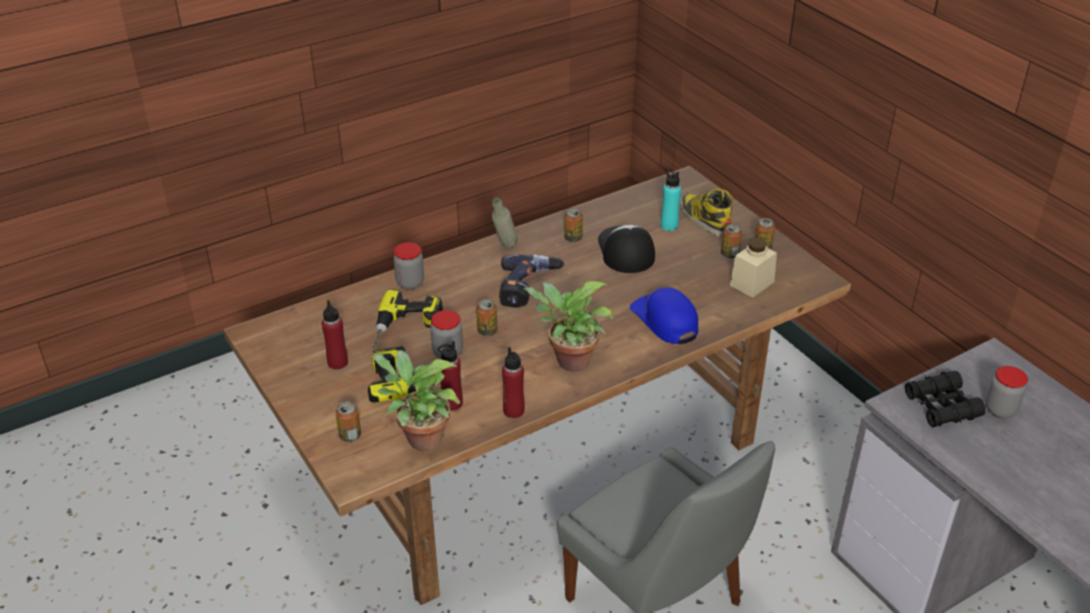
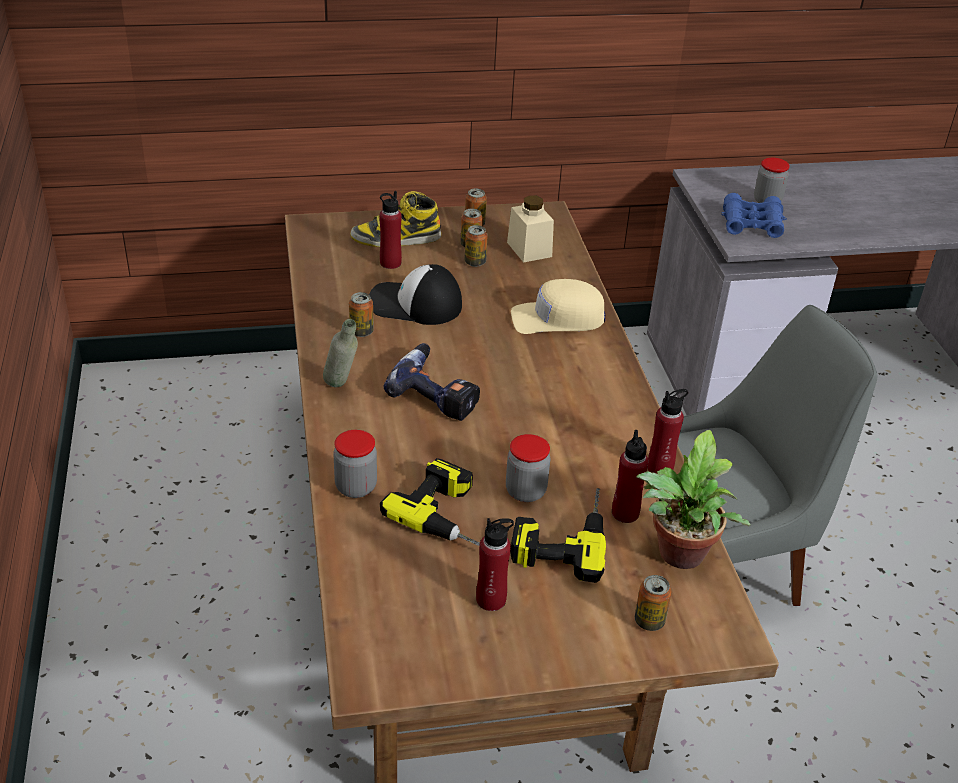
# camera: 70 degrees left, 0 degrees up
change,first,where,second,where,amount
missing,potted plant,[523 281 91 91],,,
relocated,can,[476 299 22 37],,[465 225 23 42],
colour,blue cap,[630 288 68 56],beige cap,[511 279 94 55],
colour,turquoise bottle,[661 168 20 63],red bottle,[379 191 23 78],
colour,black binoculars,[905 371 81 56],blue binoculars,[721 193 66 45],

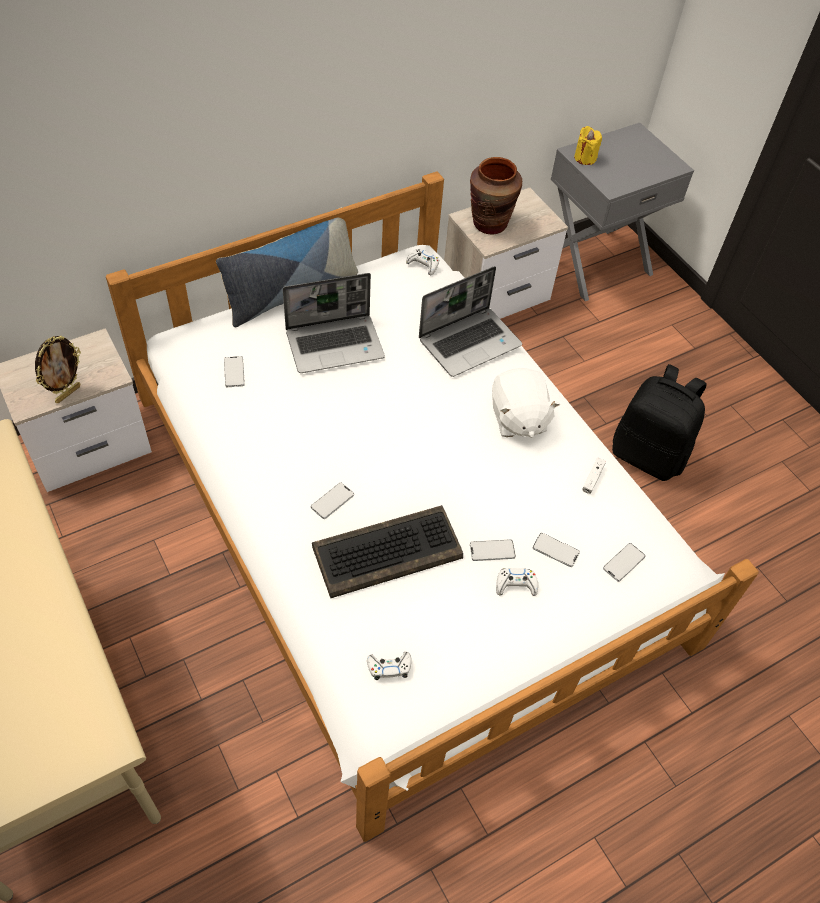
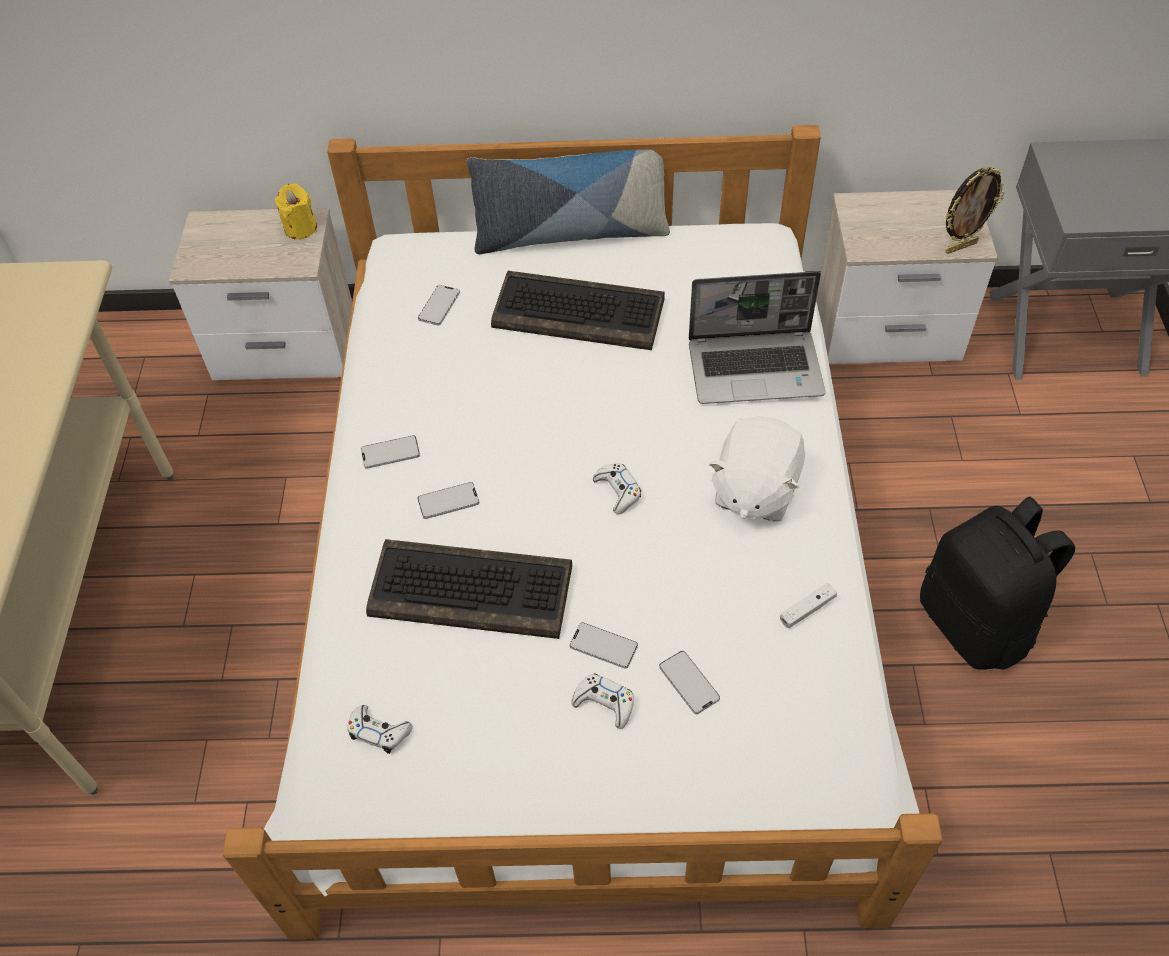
# camera: 35 degrees right, 0 degrees up
change,first,where,second,where,amount
missing,brown vase,[470 157 52 78],,,
relocated,picture frame,[35 335 46 68],,[945 167 59 87],
relocated,white game controller,[406 249 33 26],,[593 463 48 52],
relocated,yellow candle,[574 126 28 39],,[275 184 42 55],
relocated,phone,[603 543 42 39],,[361 435 59 34],
exchanged,laptop,[283 273 102 100],keyboard,[491 271 174 79],

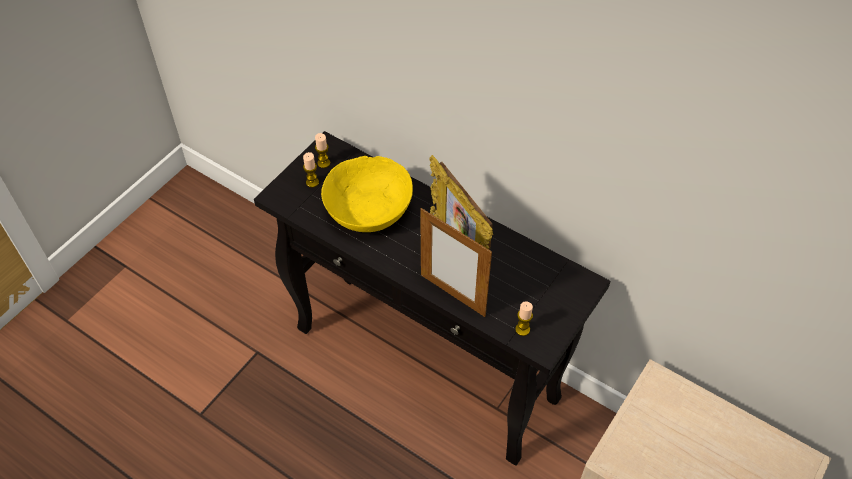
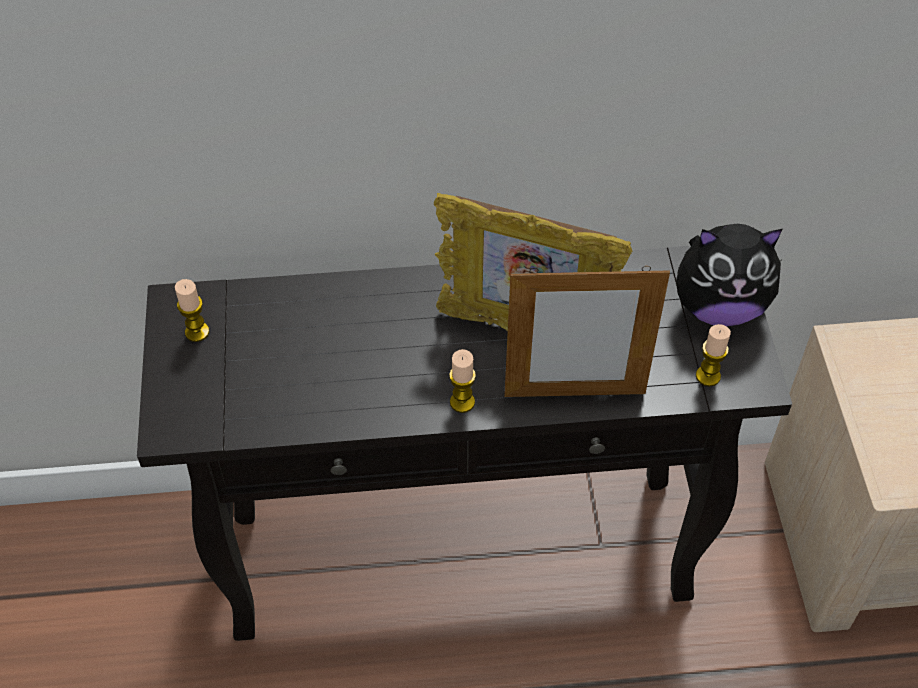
# camera: 40 degrees left, 0 degrees up
change,first,where,second,where,amount
missing,yellow bowl,[321 156 92 76],,,
appeared,,,plush toy,[676 224 106 103],
relocated,candle,[303 152 16 35],,[449 349 27 64],

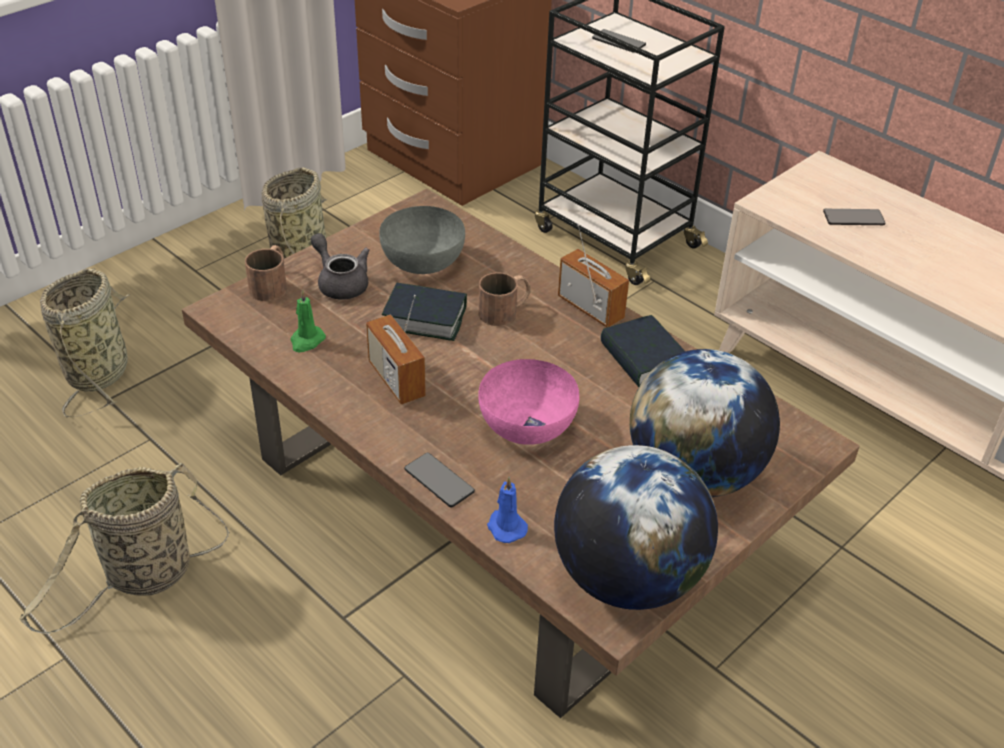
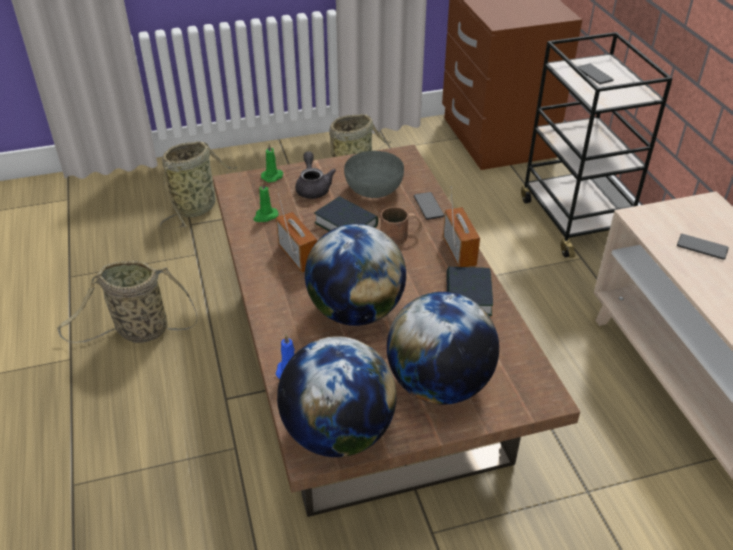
# camera: 30 degrees right, 0 degrees up
change,first,where,second,where,amount
relocated,phone,[404 453 71 55],,[414 192 30 28],
exchanged,brown mug,[245 245 42 56],green candle,[261 143 22 40],
exchanged,pink bowl,[478 359 101 86],globe,[305 224 101 102],
spun,radio,[366 295 60 109],,[276 193 41 80],150 degrees clockwise

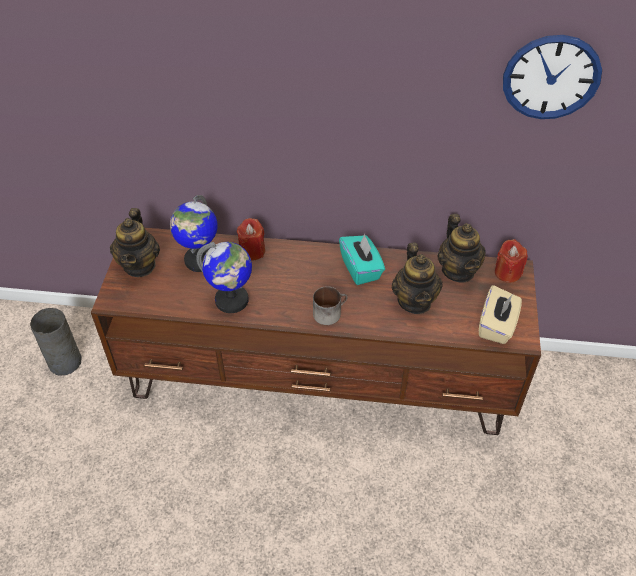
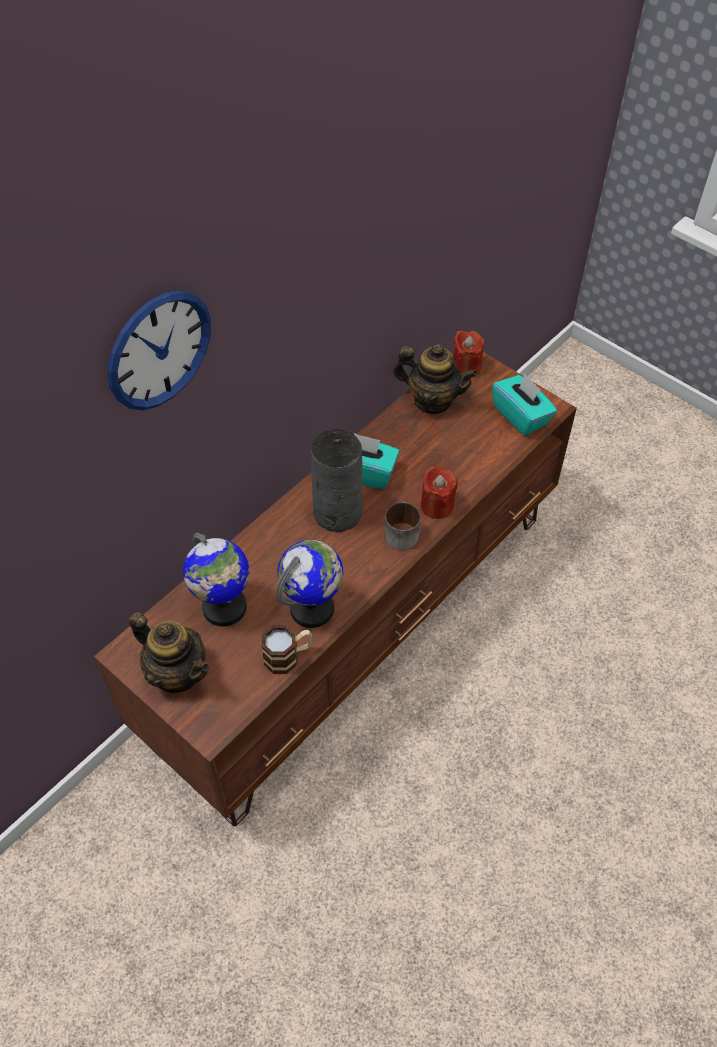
# camera: 55 degrees left, 5 degrees up
change,first,where,second,where,amount
missing,teapot,[391 243 52 71],,,
appeared,,,mug,[261 625 51 49],
relocated,grey vase,[30 308 52 67],,[311 429 52 103],
relocated,red candle,[237 218 28 43],,[421 466 36 53],
relocated,wall clock,[503 35 99 84],,[107 290 104 120],
colour,beige tissue box,[479 285 43 59],turquoise tissue box,[492 374 65 62],

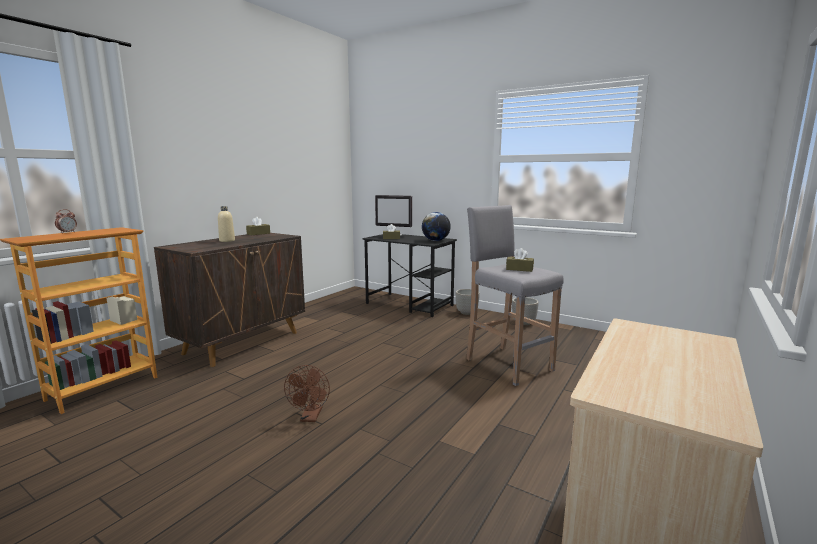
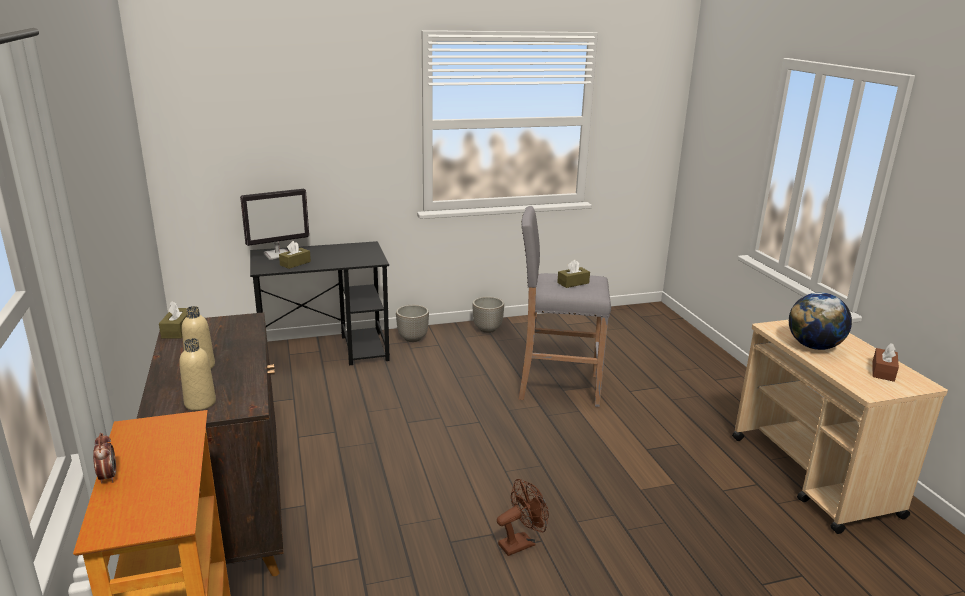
# camera: 50 degrees left, 10 degrees up
change,first,where,second,where,amount
appeared,,,beige bottle,[179 338 37 73],
appeared,,,brown tissue box,[872 343 27 39],
relocated,globe,[422 212 29 29],,[789 292 63 58],
spun,brown fan,[284 365 46 57],,[497 479 52 77],75 degrees counterclockwise

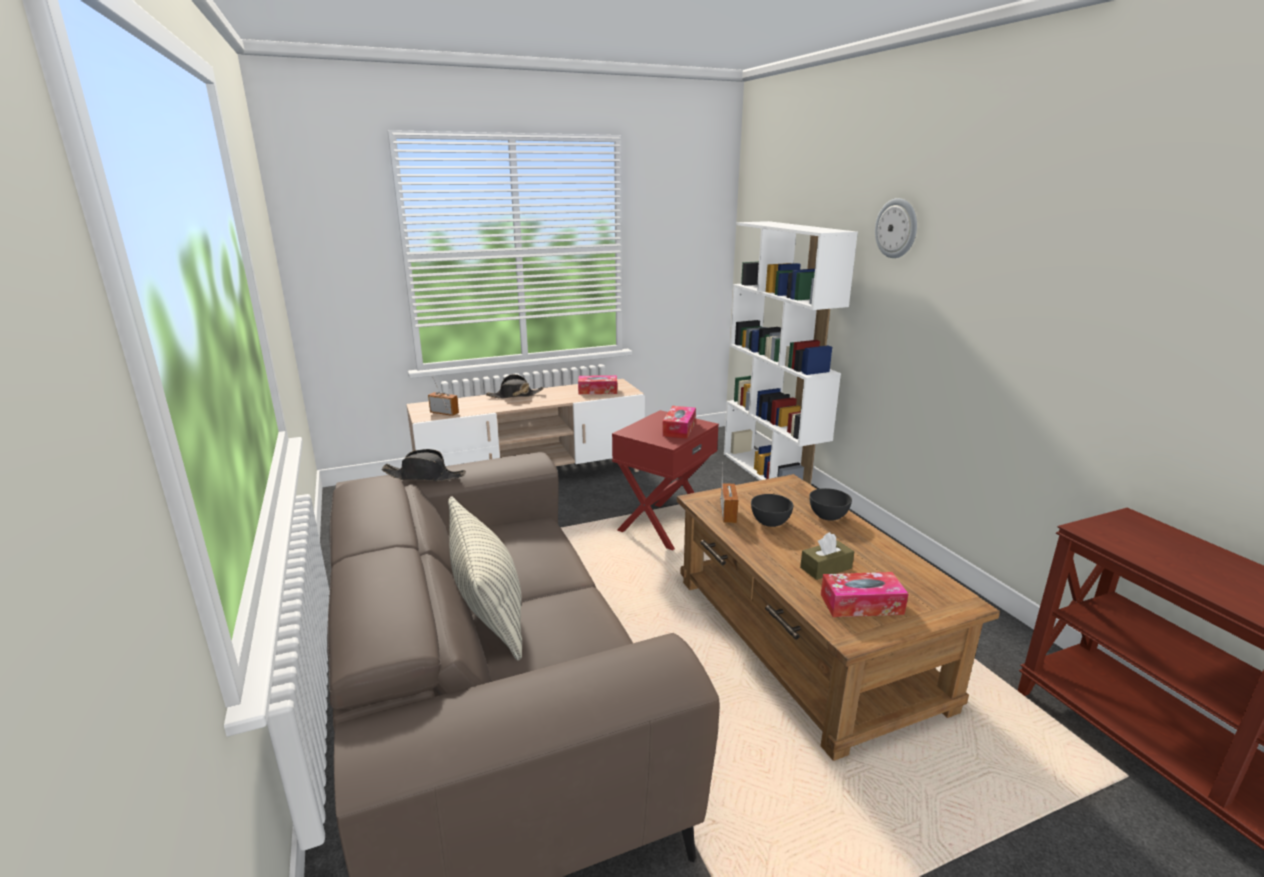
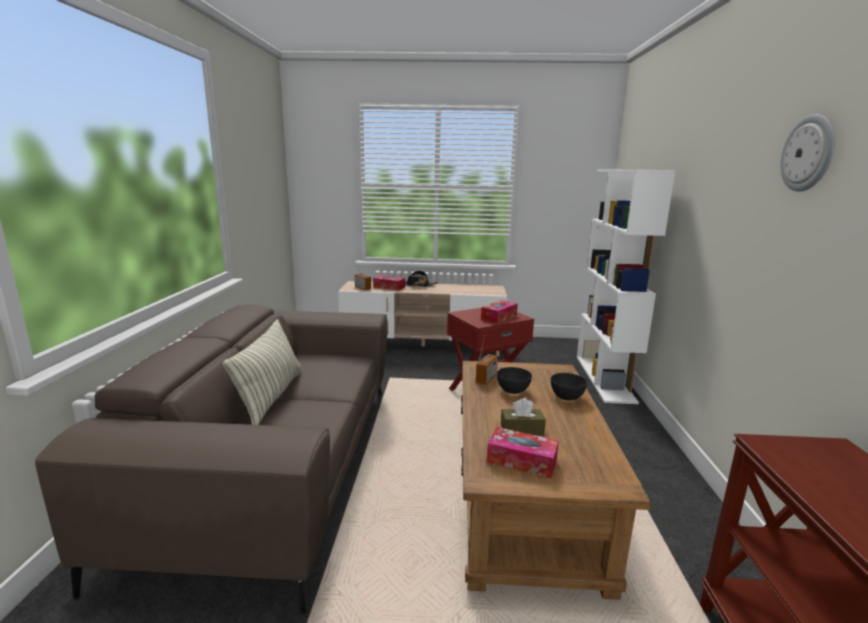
# camera: 25 degrees right, 5 degrees down
change,first,where,second,where,amount
missing,black hat,[382 449 84 32],,,
relocated,tissue box,[578 375 39 19],,[373 275 32 16],
relocated,wall clock,[875 198 42 60],,[780 114 55 78],

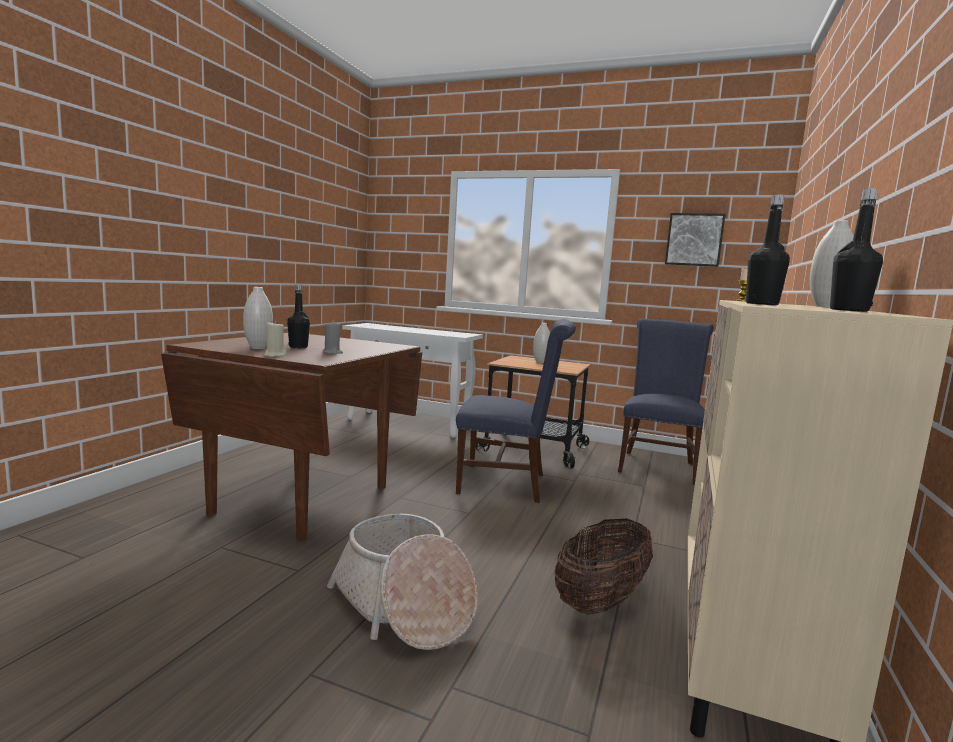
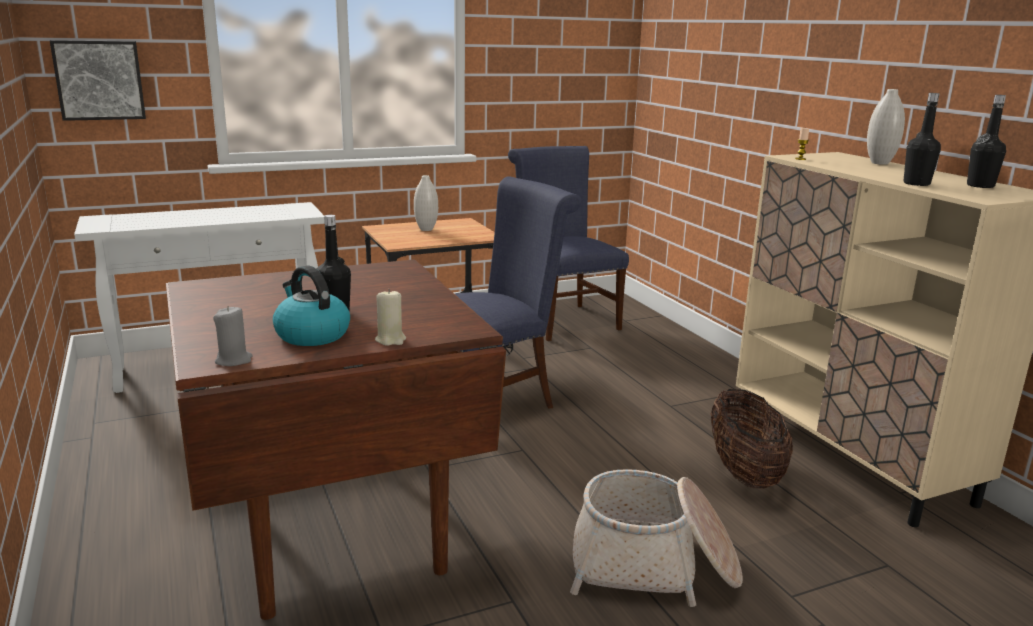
# camera: 45 degrees left, 10 degrees up
change,first,where,second,where,amount
relocated,grey candle,[323 322 20 32],,[213 306 39 60],
relocated,picture,[665 213 60 54],,[50 40 96 81],
exchanged,white vase,[243 287 30 62],kettle,[273 266 77 80],

